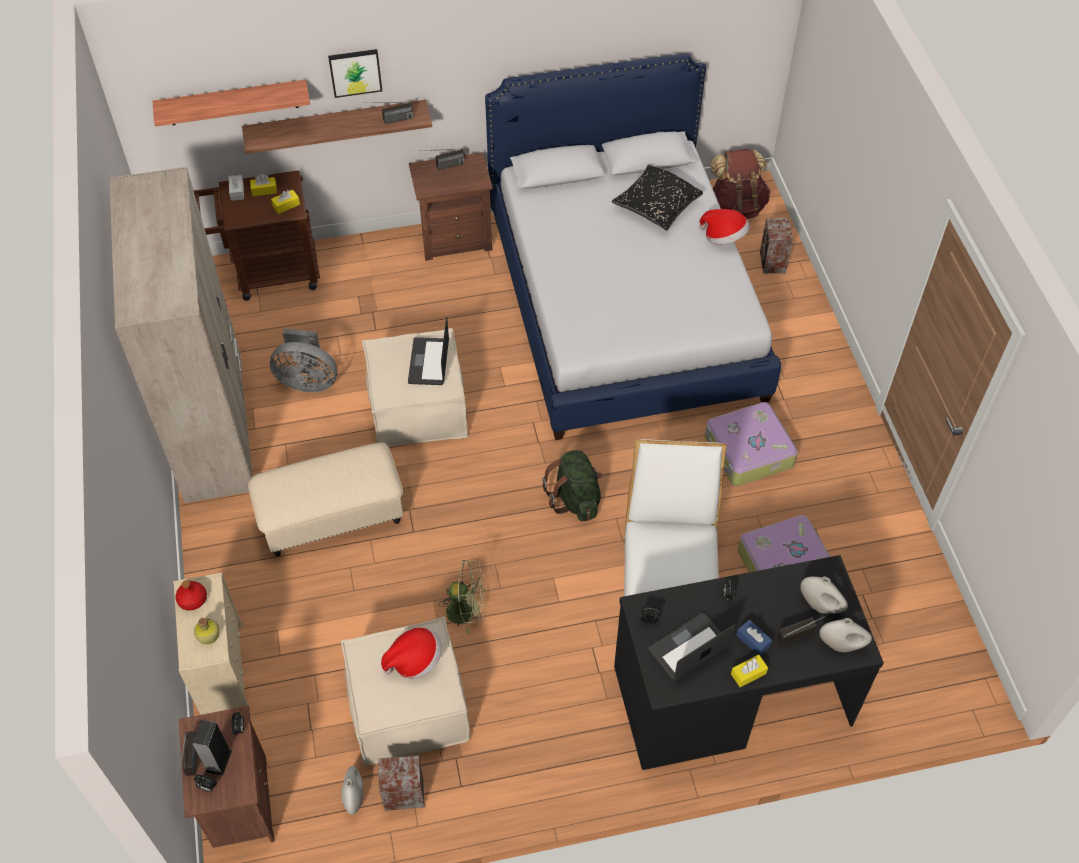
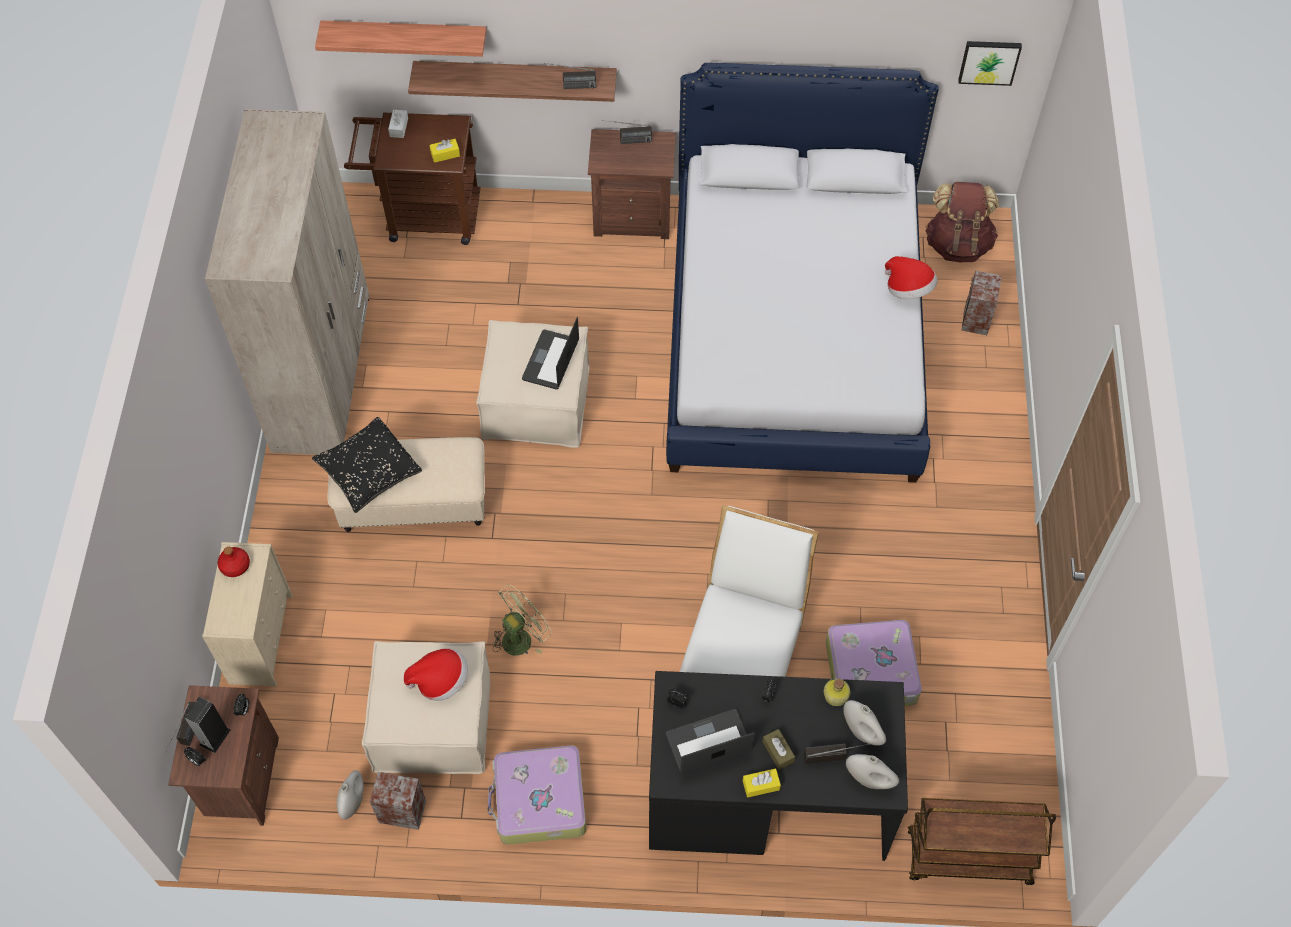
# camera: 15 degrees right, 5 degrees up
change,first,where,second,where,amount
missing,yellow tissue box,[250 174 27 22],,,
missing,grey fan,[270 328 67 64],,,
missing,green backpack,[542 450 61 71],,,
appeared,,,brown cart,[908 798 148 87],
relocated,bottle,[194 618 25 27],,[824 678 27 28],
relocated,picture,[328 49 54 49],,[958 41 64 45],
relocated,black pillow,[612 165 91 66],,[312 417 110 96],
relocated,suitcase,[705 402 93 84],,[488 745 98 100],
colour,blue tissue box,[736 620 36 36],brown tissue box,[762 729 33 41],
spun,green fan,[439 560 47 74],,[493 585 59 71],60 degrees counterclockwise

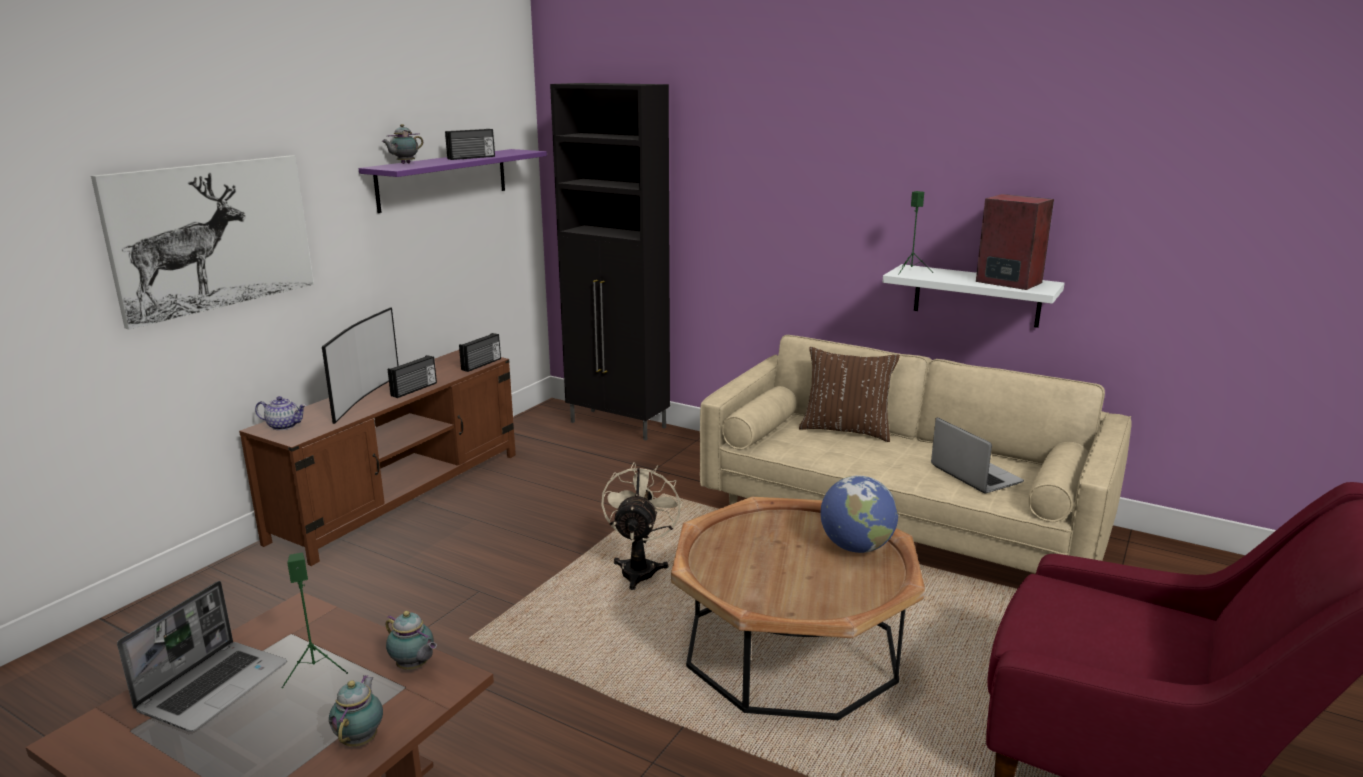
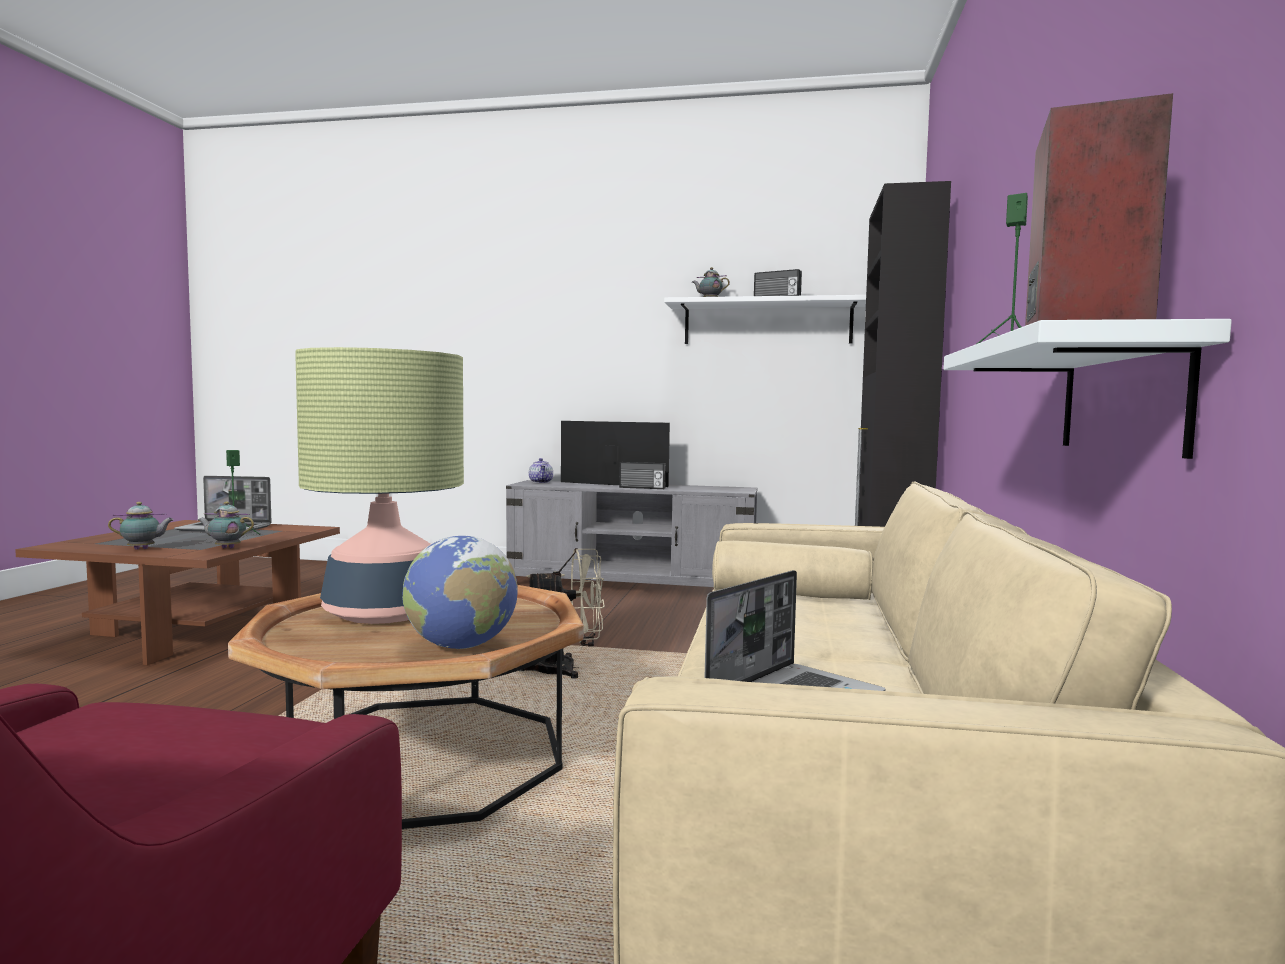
# camera: 70 degrees right, 15 degrees down
change,first,where,second,where,amount
missing,picture,[91 155 223 175],,,
missing,radio,[459 333 42 39],,,
missing,brown pillow,[799 347 101 95],,,
appeared,,,table lamp,[295 347 169 277],
colour,brown tv stand,[239 350 277 216],grey tv stand,[506 480 251 107],
colour,purple shelf,[359 149 188 64],white shelf,[664 295 202 49],
spun,television,[322 307 77 117],,[561 421 109 66],150 degrees counterclockwise
spun,teapot,[386 611 51 59],,[198 501 56 47],75 degrees clockwise

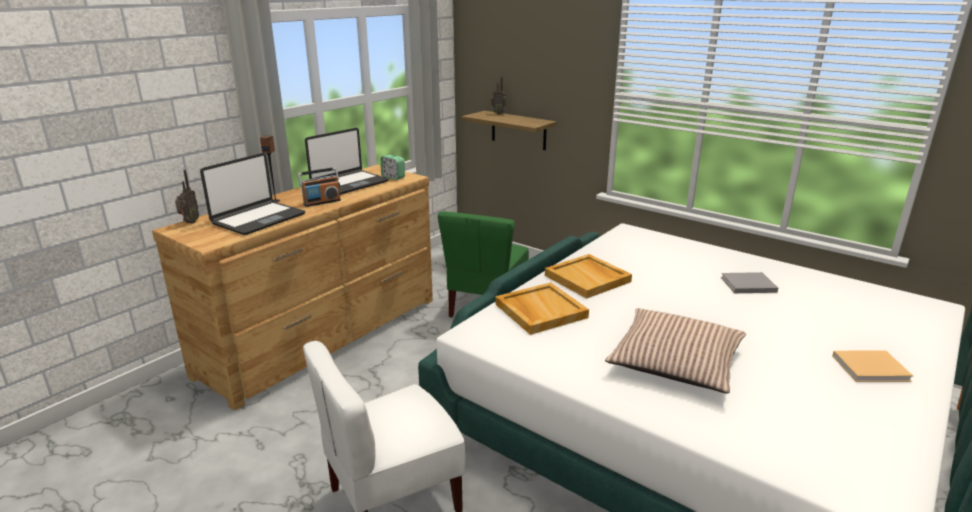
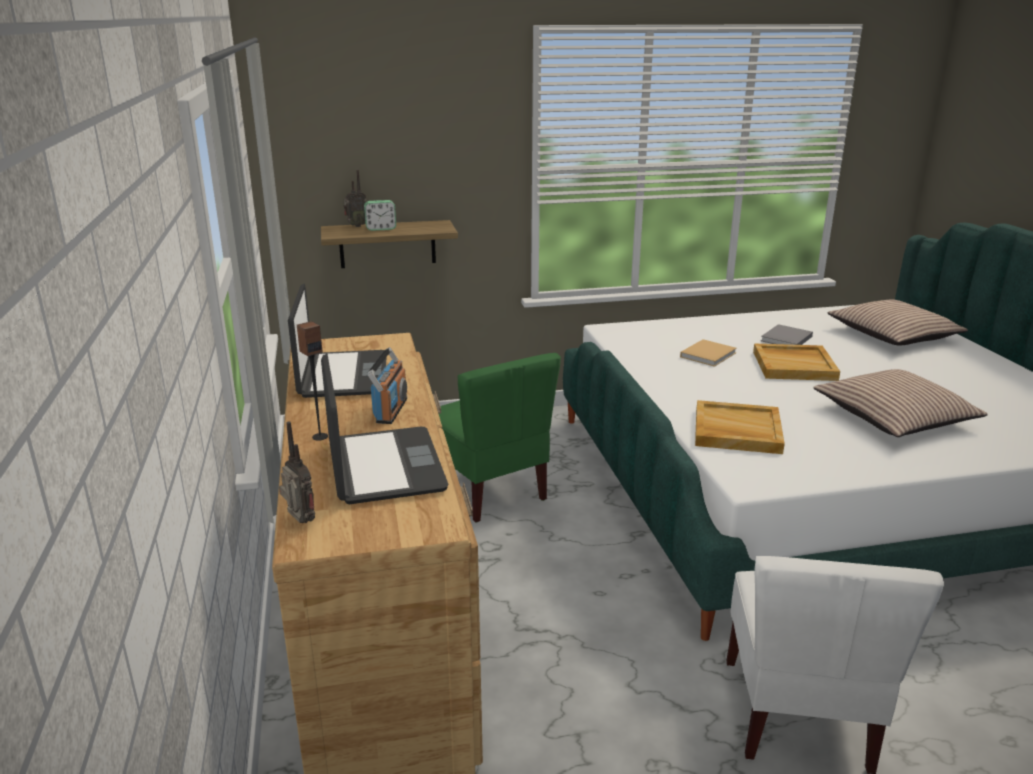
# camera: 50 degrees left, 0 degrees up
change,first,where,second,where,amount
appeared,,,pillow,[828 299 140 47],
relocated,alarm clock,[381 155 24 25],,[364 200 32 31],
relocated,beige tray,[545 254 87 45],,[753 343 87 38],
relocated,beige book,[832 351 81 31],,[680 339 57 28],

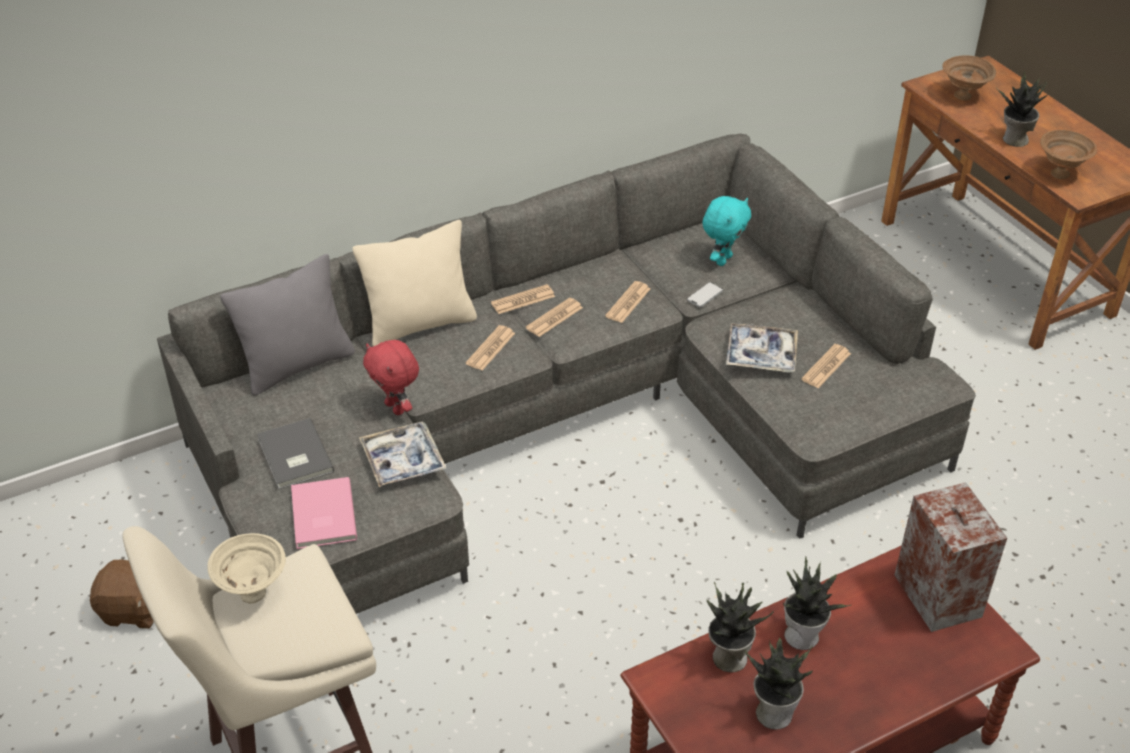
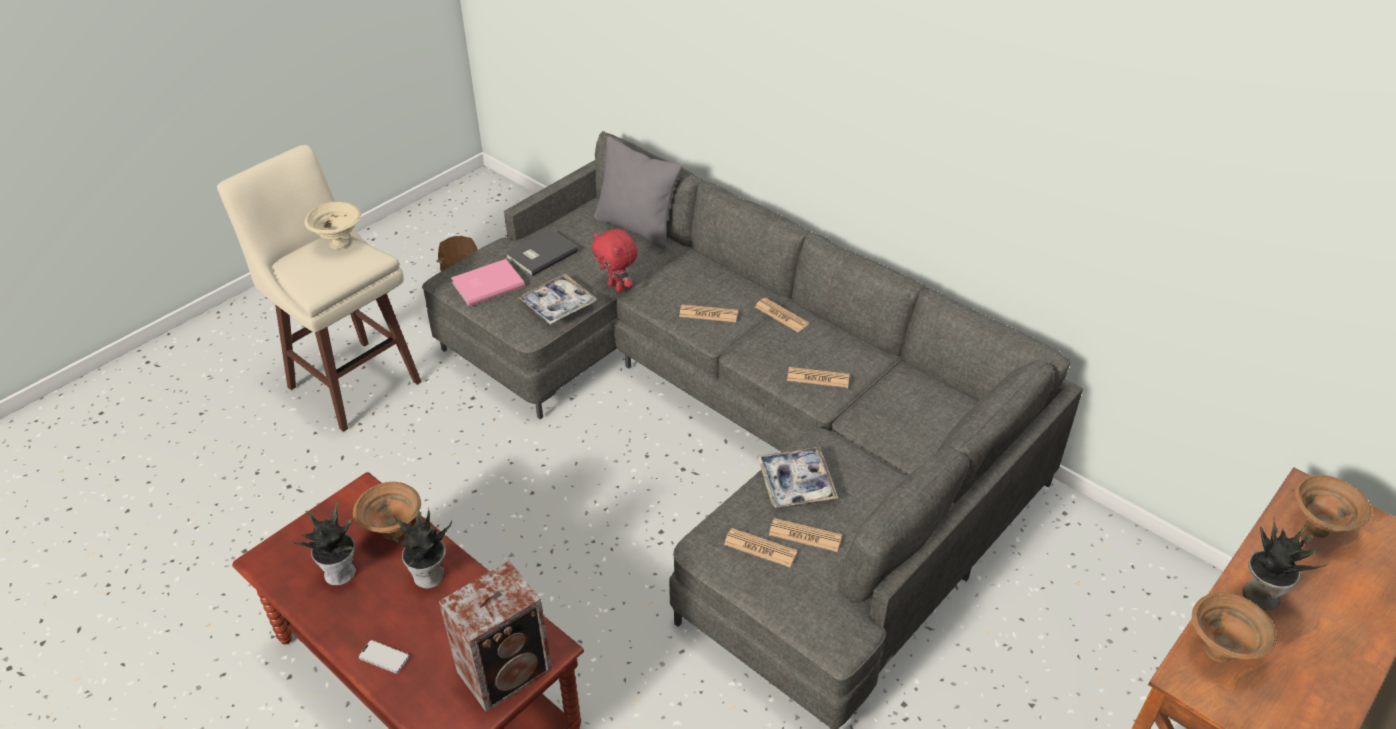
# camera: 70 degrees right, 0 degrees up
change,first,where,second,where,amount
missing,beige pillow,[352 220 125 126],,,
missing,turquoise plush toy,[702 196 49 70],,,
relocated,newspaper,[526 297 57 40],,[724 528 73 39],
relocated,phone,[687 282 36 25],,[358 640 51 33],
exchanged,potted plant,[707 582 67 90],brown bowl,[353 482 68 58],
spun,red plush toy,[363 340 56 75],,[592 229 46 64],75 degrees counterclockwise

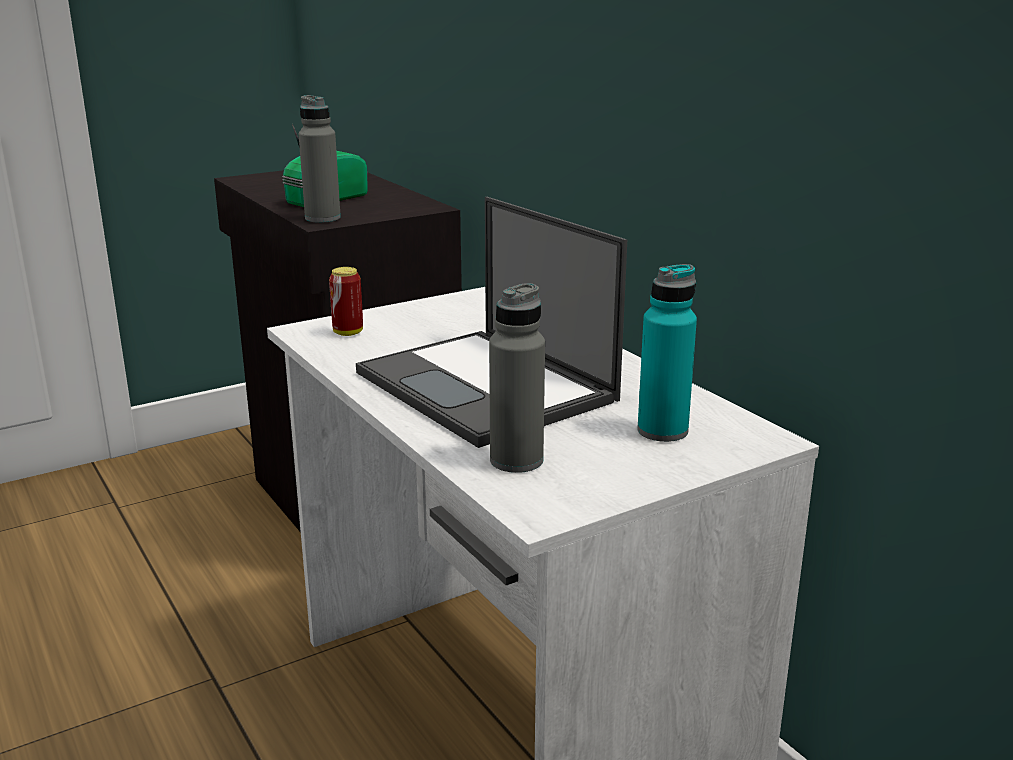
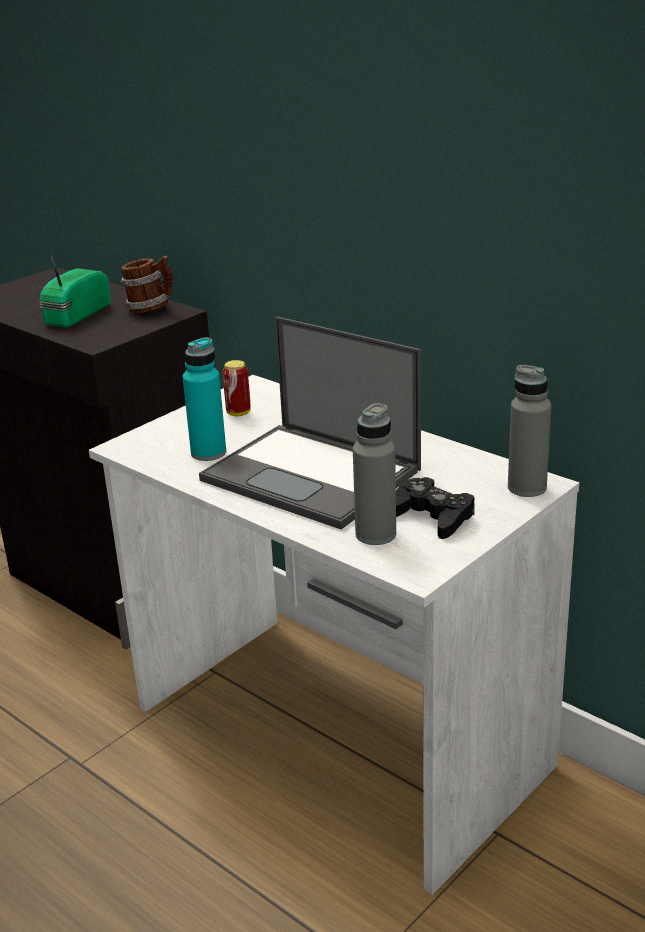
# camera: 15 degrees left, 5 degrees up
change,first,where,second,where,amount
appeared,,,mug,[121 255 52 58],
appeared,,,black game controller,[396 477 79 62],
relocated,grey bottle,[299 95 42 128],,[508 365 44 132],
relocated,can,[329 267 34 69],,[222 360 29 56],
relocated,turquoise bottle,[637 264 60 178],,[183 337 43 124],

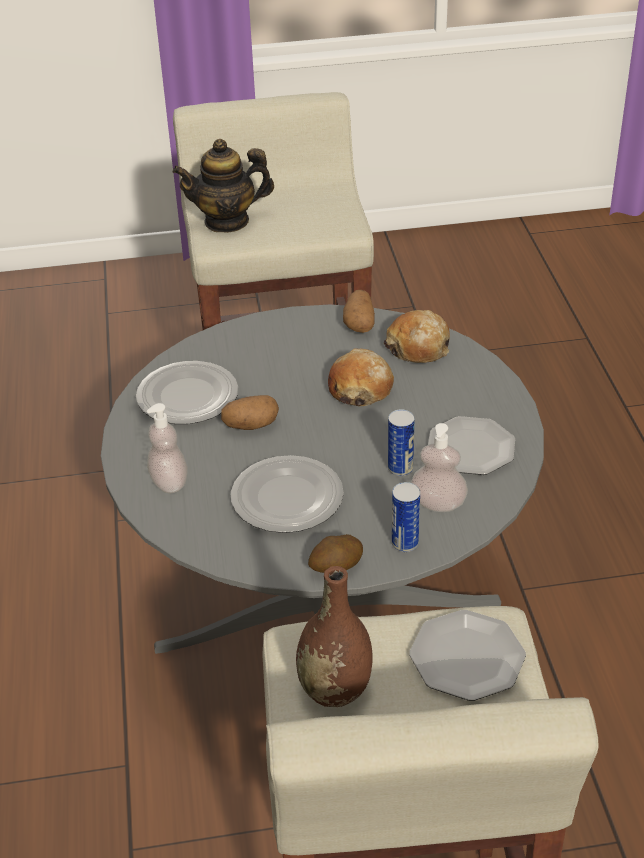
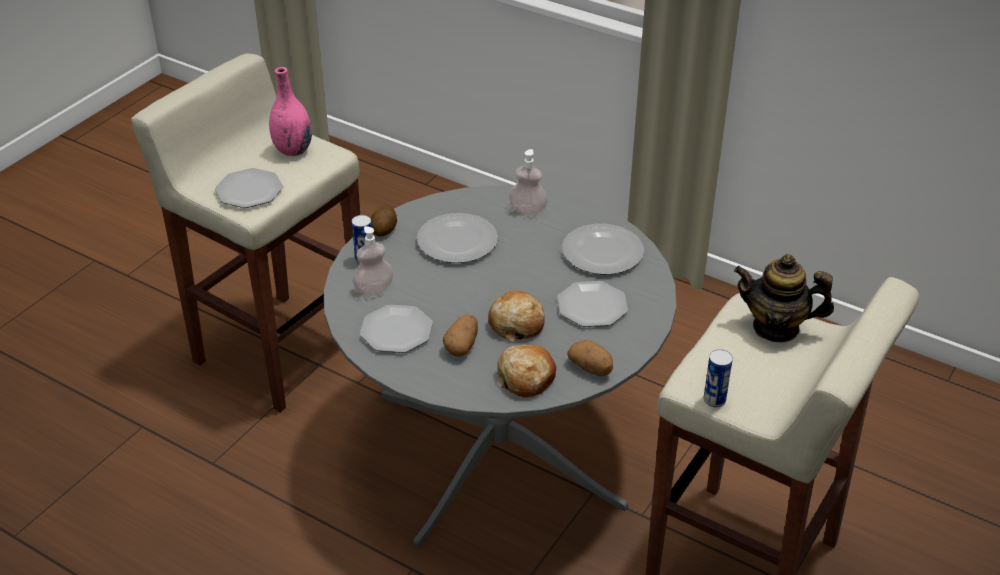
# camera: 130 degrees right, 0 degrees up
change,first,where,second,where,amount
appeared,,,plate,[558 281 70 46],
relocated,potato,[221 395 58 35],,[443 314 35 43],
relocated,can,[388 410 26 66],,[704 349 29 58],
colour,brown vase,[296 566 77 141],pink vase,[269 67 43 89],
spun,teapot,[173 139 101 94],,[734 254 100 89],105 degrees counterclockwise

